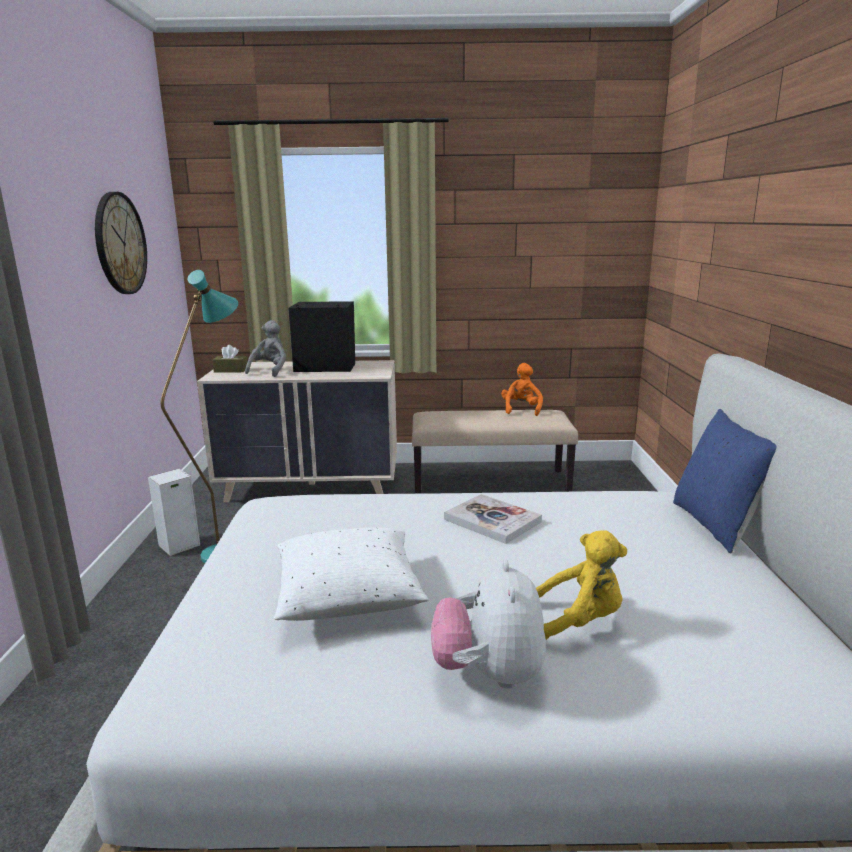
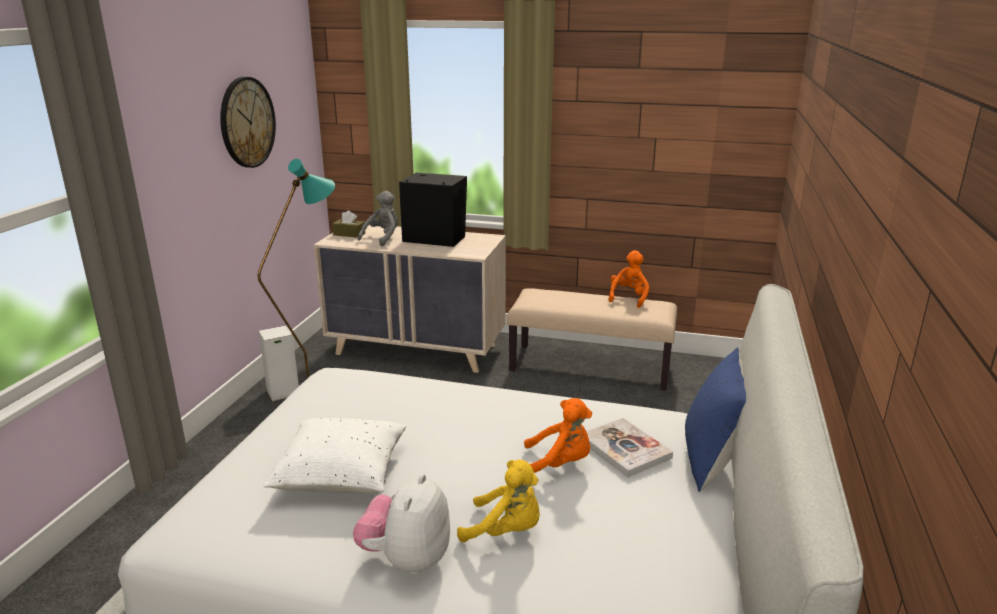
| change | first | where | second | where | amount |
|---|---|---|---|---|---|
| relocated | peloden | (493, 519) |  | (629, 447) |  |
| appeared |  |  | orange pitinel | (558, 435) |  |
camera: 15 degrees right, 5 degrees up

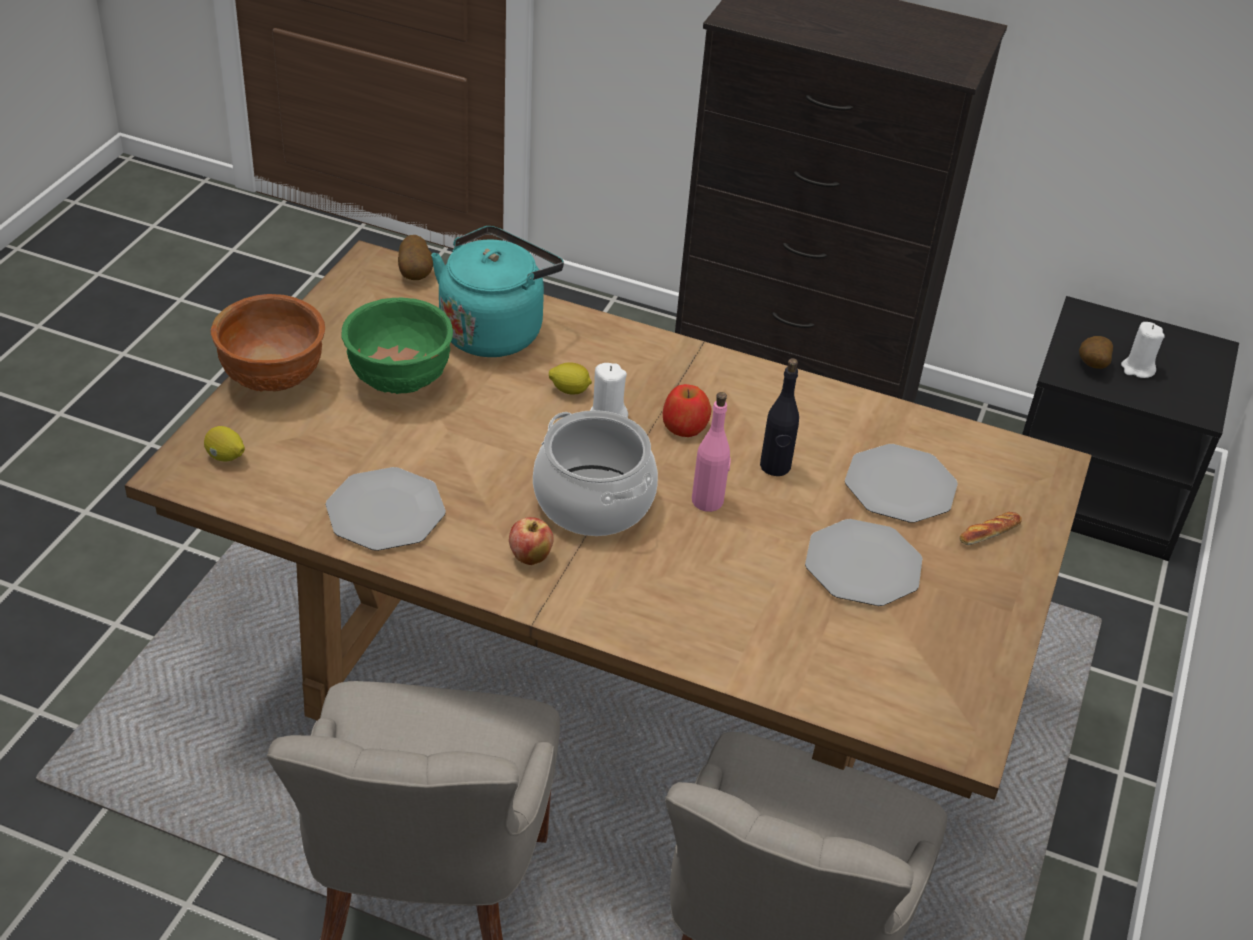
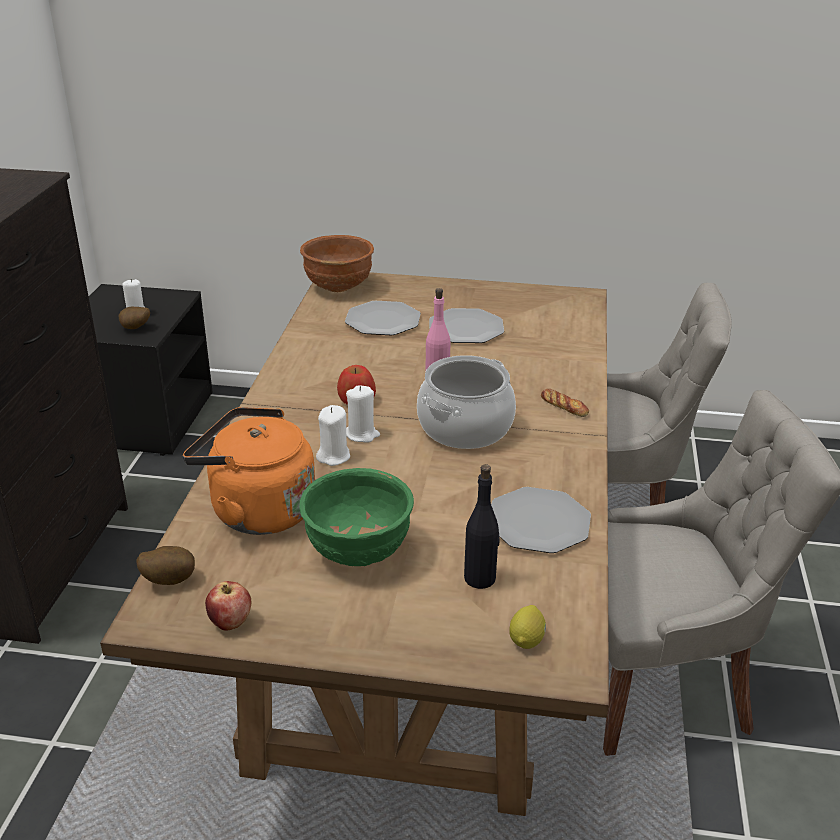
| change | first | where | second | where | amount |
|---|---|---|---|---|---|
| relocated | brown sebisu | (268, 343) |  | (337, 263) |  |
| colour | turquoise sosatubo | (497, 291) | orange sosatubo | (249, 471) |  |
| relocated | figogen | (531, 541) |  | (228, 606) |  |
| exchanged | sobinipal | (570, 378) | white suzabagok | (333, 435) |  |
| relocated | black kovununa | (779, 417) |  | (481, 526) |  |
| relocated | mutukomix | (991, 528) |  | (565, 403) |  |
camera: 100 degrees left, 10 degrees down

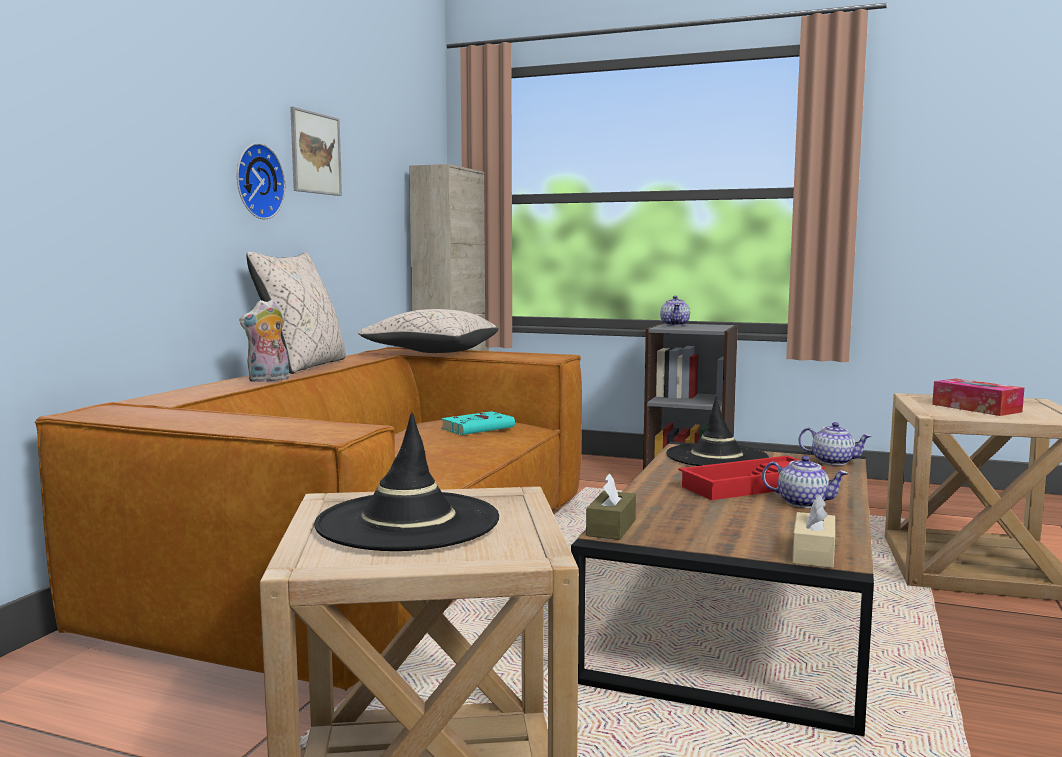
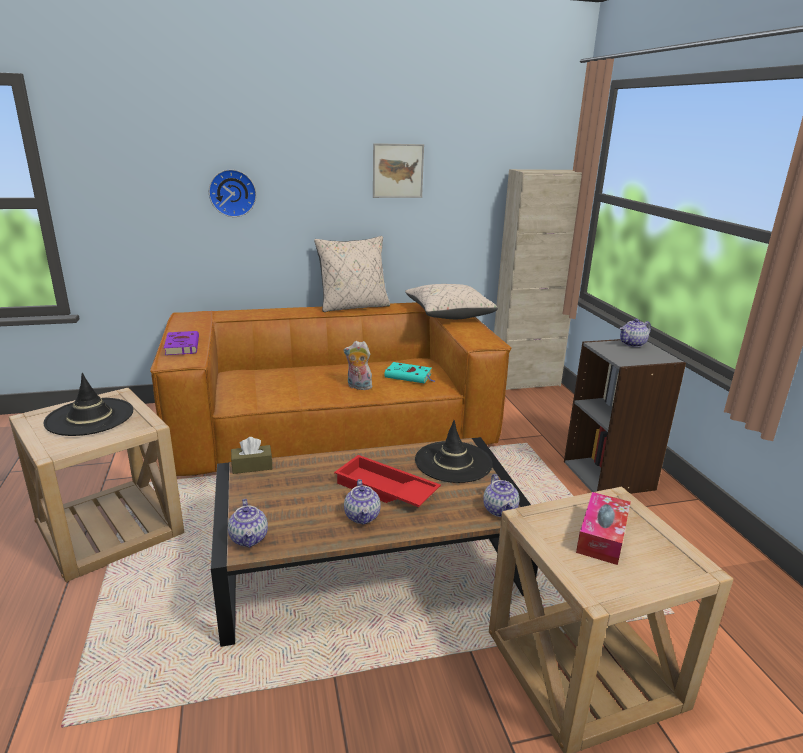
| change | first | where | second | where | amount |
|---|---|---|---|---|---|
| relocated | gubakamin | (261, 181) |  | (233, 193) |  |
| relocated | pitinel | (264, 340) |  | (359, 365) |  |
| exchanged | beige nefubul | (813, 531) | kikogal | (248, 523) |  |
| appeared |  |  | purple peloden | (181, 343) |  |
camera: 55 degrees right, 15 degrees up

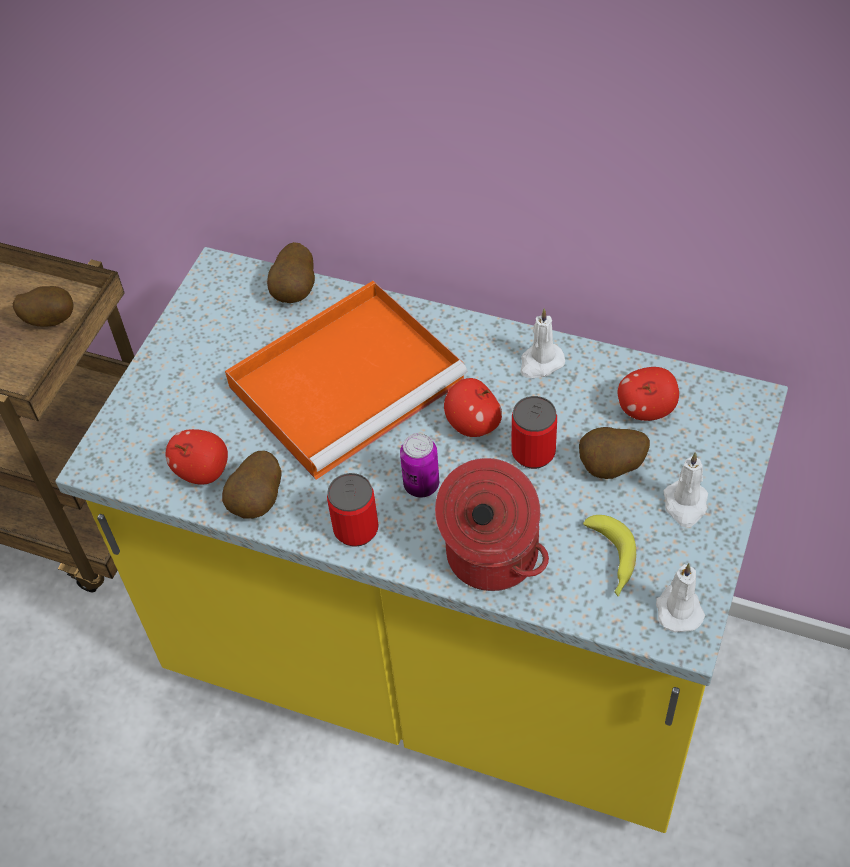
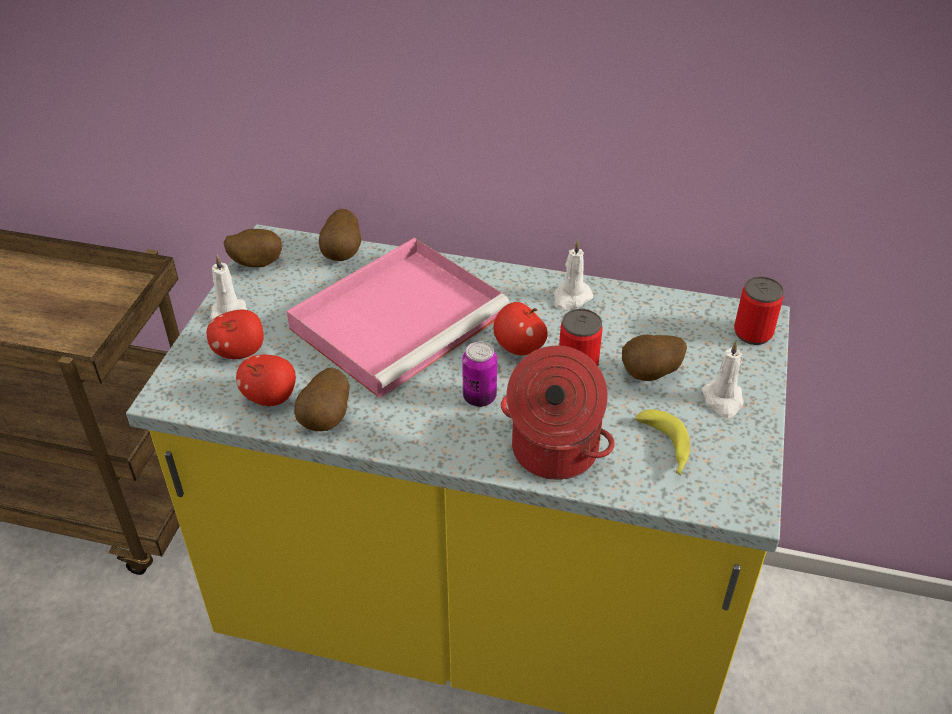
| change | first | where | second | where | amount |
|---|---|---|---|---|---|
| relocated | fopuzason | (42, 306) |  | (253, 248) |  |
| colour | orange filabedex | (346, 380) | pink filabedex | (398, 318) |  |
| relocated | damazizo | (353, 510) |  | (759, 311) |  |
| relocated | figogen | (648, 394) |  | (235, 334) |  |
| relocated | white suzabagok | (680, 597) |  | (228, 287) |  |
camera: 10 degrees left, 10 degrees down

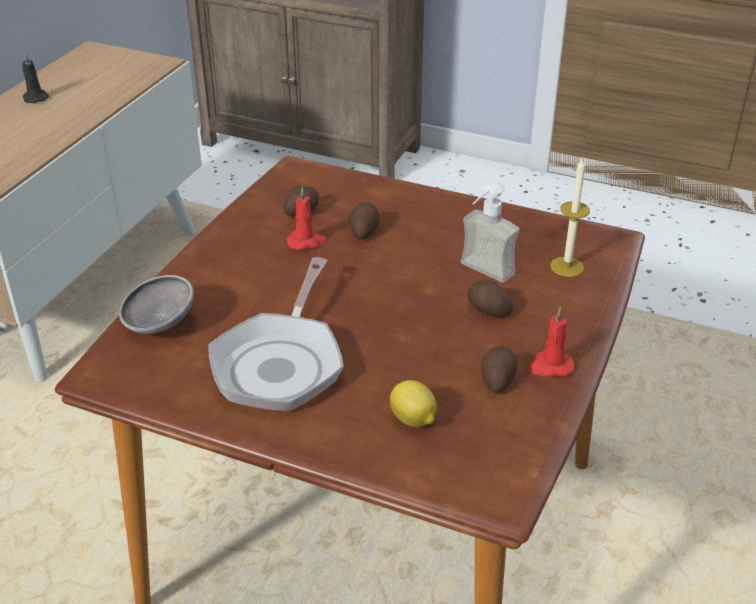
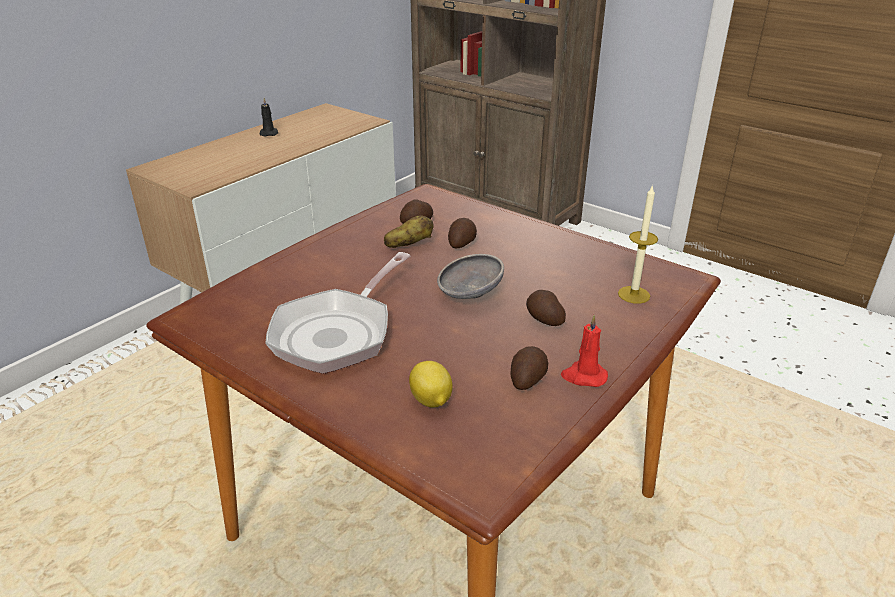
| change | first | where | second | where | amount |
|---|---|---|---|---|---|
| relocated | grey sebisu | (156, 304) |  | (470, 276) |  |
| exchanged | red suzabagok | (307, 218) | fopuzason | (409, 231) |  |
| missing | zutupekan | (490, 232) |  |  |  |
camera: 15 degrees right, 5 degrees down

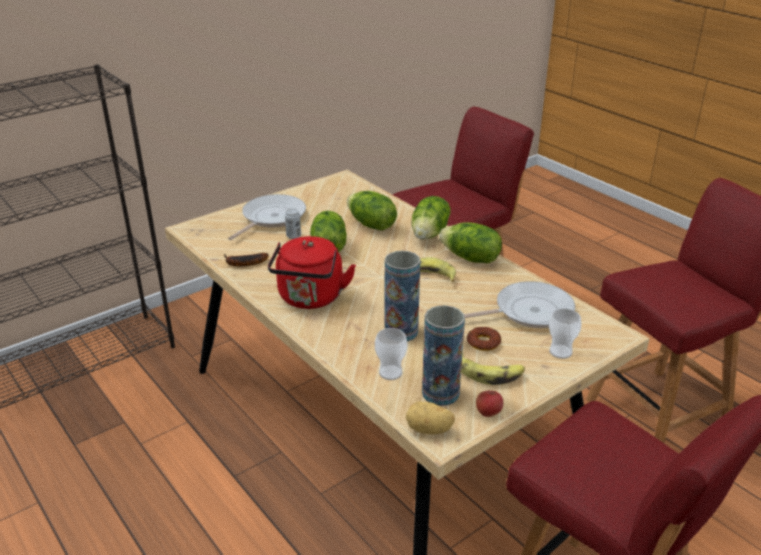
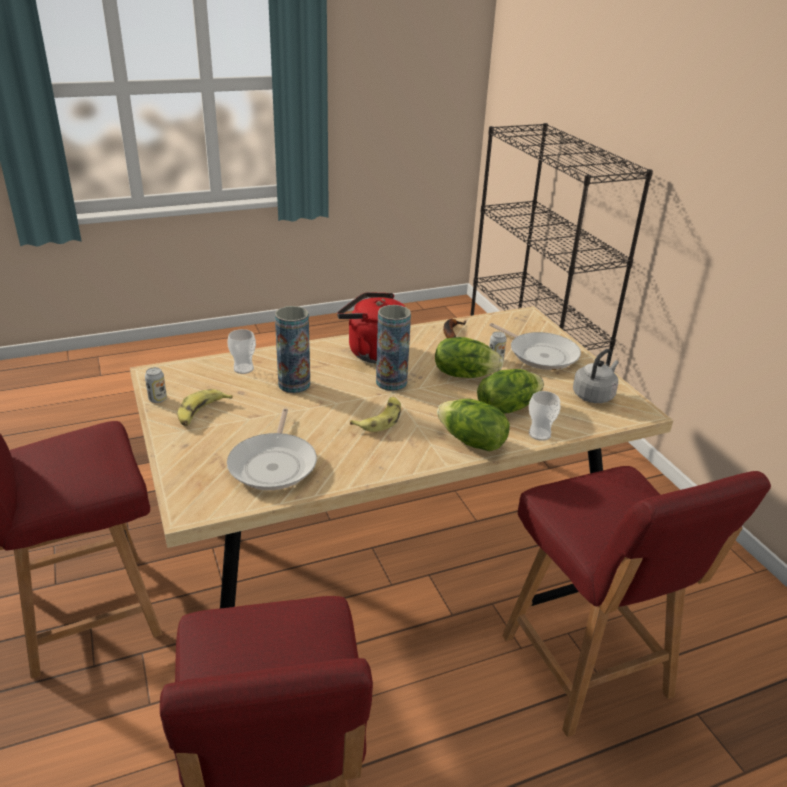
| change | first | where | second | where | amount |
|---|---|---|---|---|---|
| missing | fopuzason | (430, 418) |  |  |  |
| relocated | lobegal | (443, 355) |  | (393, 348) |  |
| missing | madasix | (470, 242) |  |  |  |
| missing | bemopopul | (484, 339) |  |  |  |
| exchanged | figogen | (489, 404) | damazizo | (156, 385) |  |
| relocated | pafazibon | (565, 333) |  | (545, 416) |  |
| appeared |  |  | grey sosatubo | (596, 376) |  |
camera: 105 degrees right, 0 degrees up

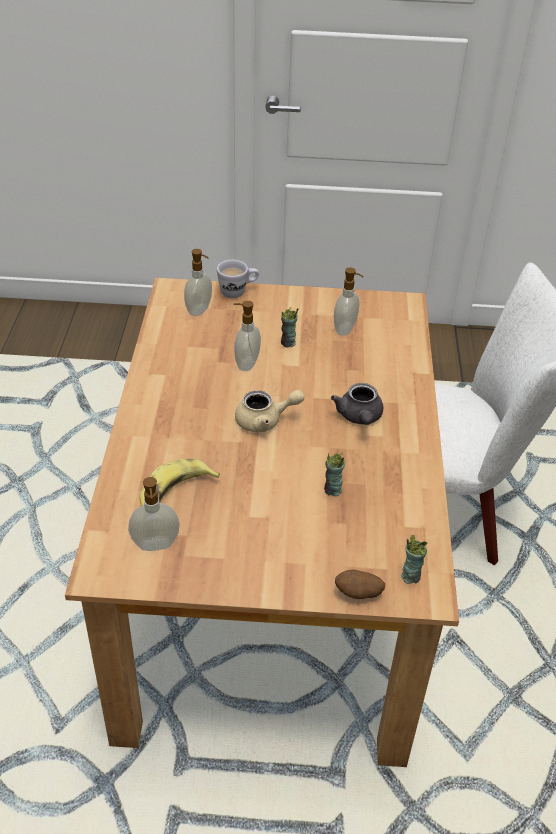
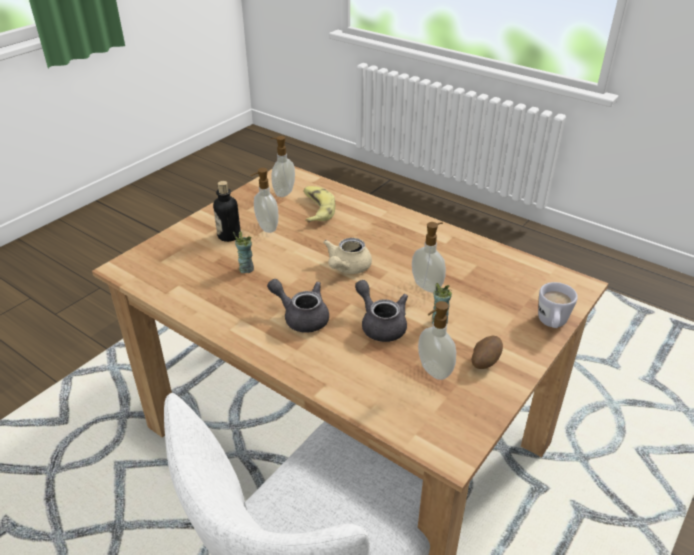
| change | first | where | second | where | amount |
|---|---|---|---|---|---|
| relocated | zutupekan | (198, 282) |  | (264, 200) |  |
| relocated | fopuzason | (360, 584) |  | (487, 352) |  |
| missing | pafazibon | (414, 559) |  |  |  |
| appeared |  |  | kovununa | (227, 211) |  |
| appeared |  |  | grey kikogal | (381, 311) |  |
camera: 125 degrees right, 5 degrees down

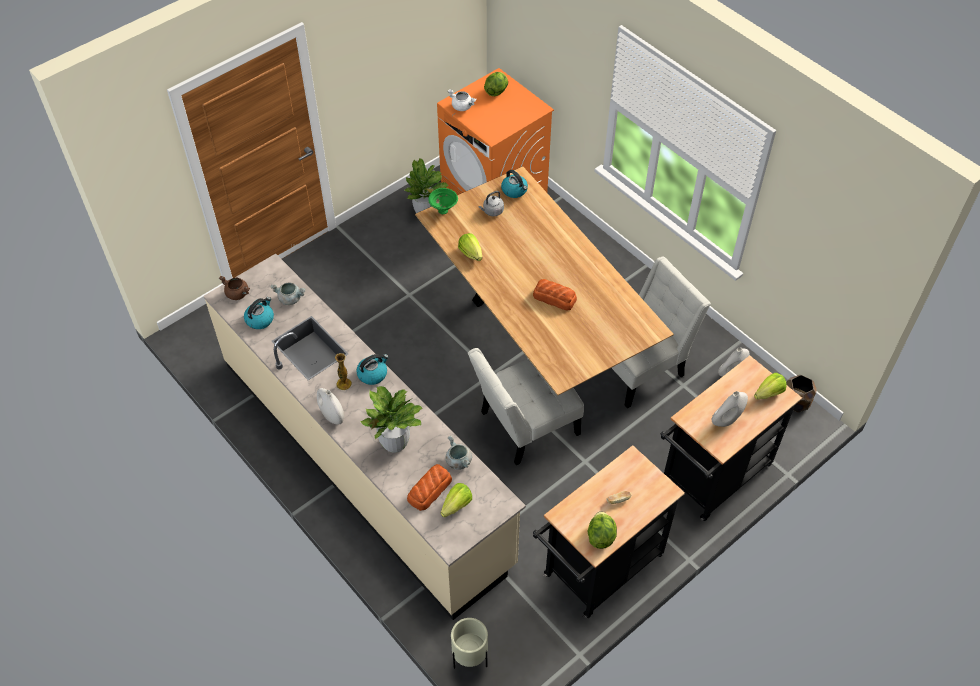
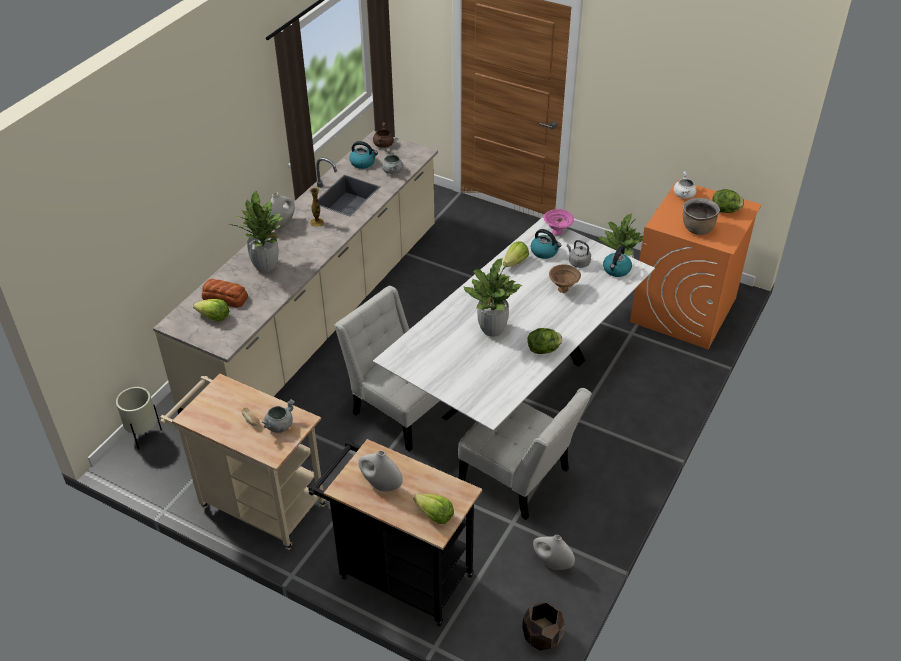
| change | first | where | second | where | amount |
|---|---|---|---|---|---|
| relocated | sosatubo | (372, 369) |  | (546, 244) |  |
| colour | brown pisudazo | (544, 280) | white pisudazo | (514, 324) |  |
| colour | green sebisu | (443, 201) | pink sebisu | (558, 222) |  |
| relocated | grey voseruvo | (458, 452) |  | (278, 416) |  |
| exchanged | mutukomix | (555, 295) | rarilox | (493, 297) |  |
| colour | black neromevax | (609, 531) | beige neromevax | (243, 461) |  |
| relocated | madasix | (602, 530) |  | (545, 341) |  |
| appeared |  |  | brown sebisu | (565, 278) |  |
| appeared |  |  | brown voseruvo | (701, 216) |  |
camera: 70 degrees right, 10 degrees down

